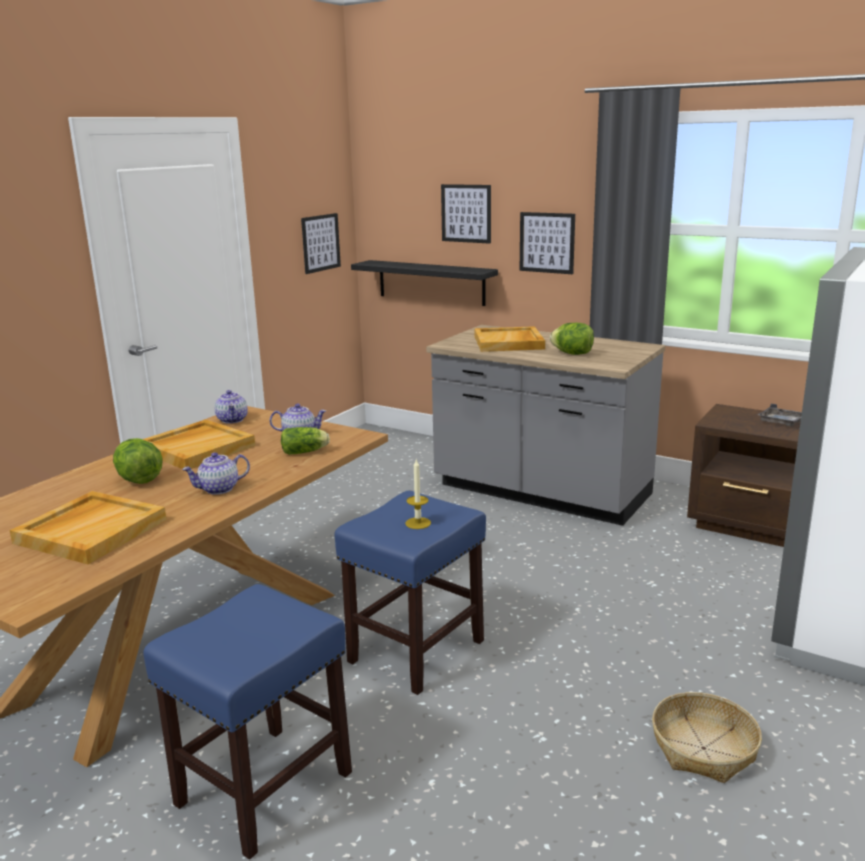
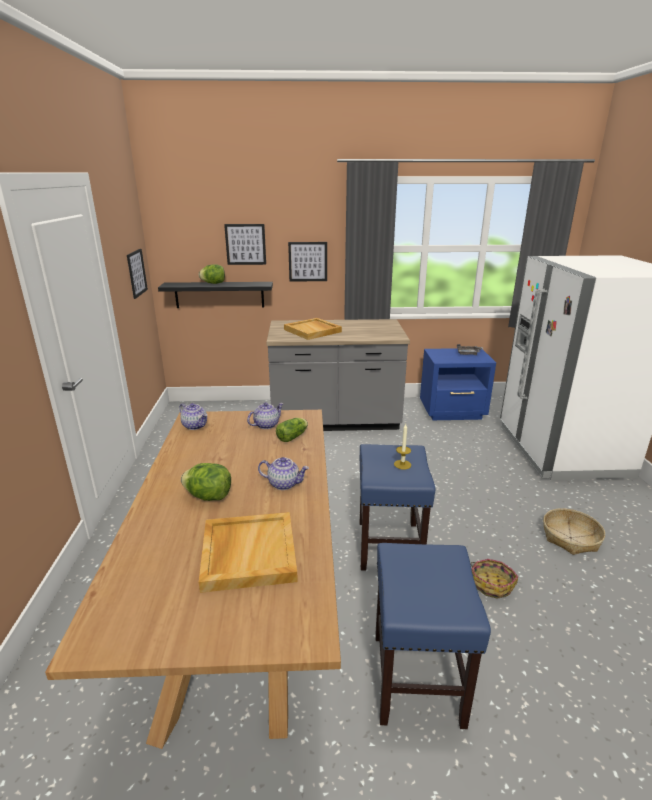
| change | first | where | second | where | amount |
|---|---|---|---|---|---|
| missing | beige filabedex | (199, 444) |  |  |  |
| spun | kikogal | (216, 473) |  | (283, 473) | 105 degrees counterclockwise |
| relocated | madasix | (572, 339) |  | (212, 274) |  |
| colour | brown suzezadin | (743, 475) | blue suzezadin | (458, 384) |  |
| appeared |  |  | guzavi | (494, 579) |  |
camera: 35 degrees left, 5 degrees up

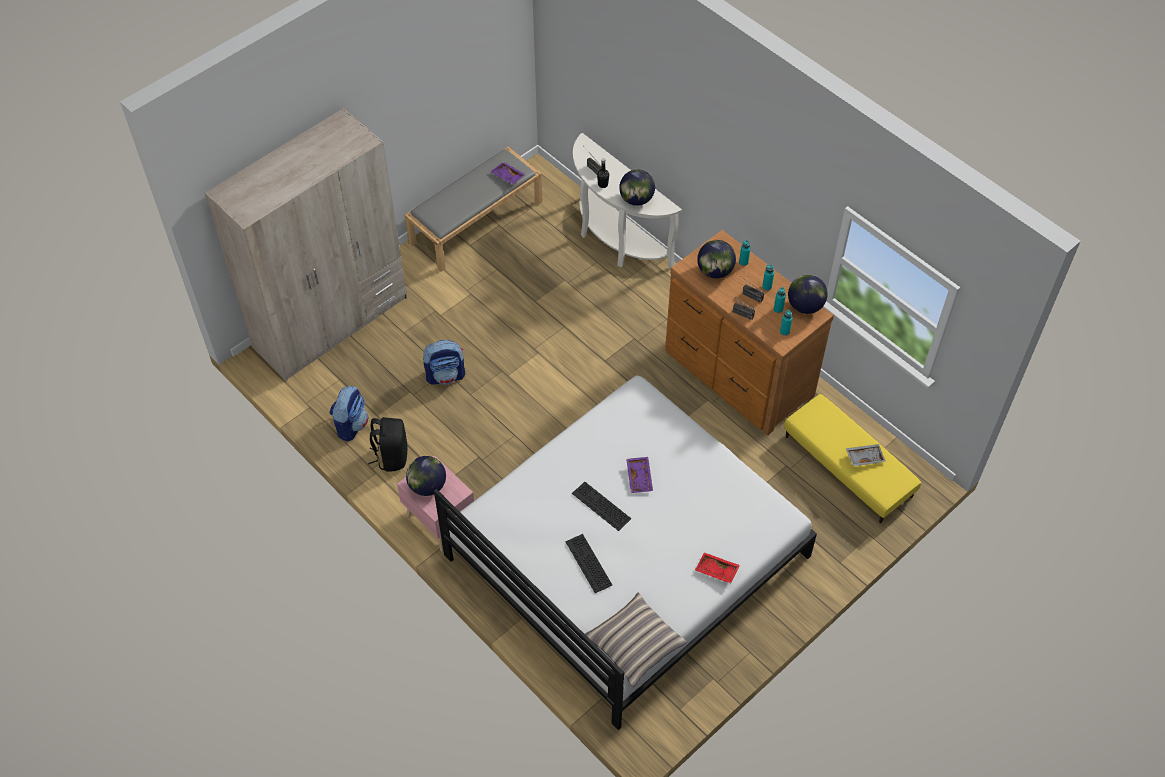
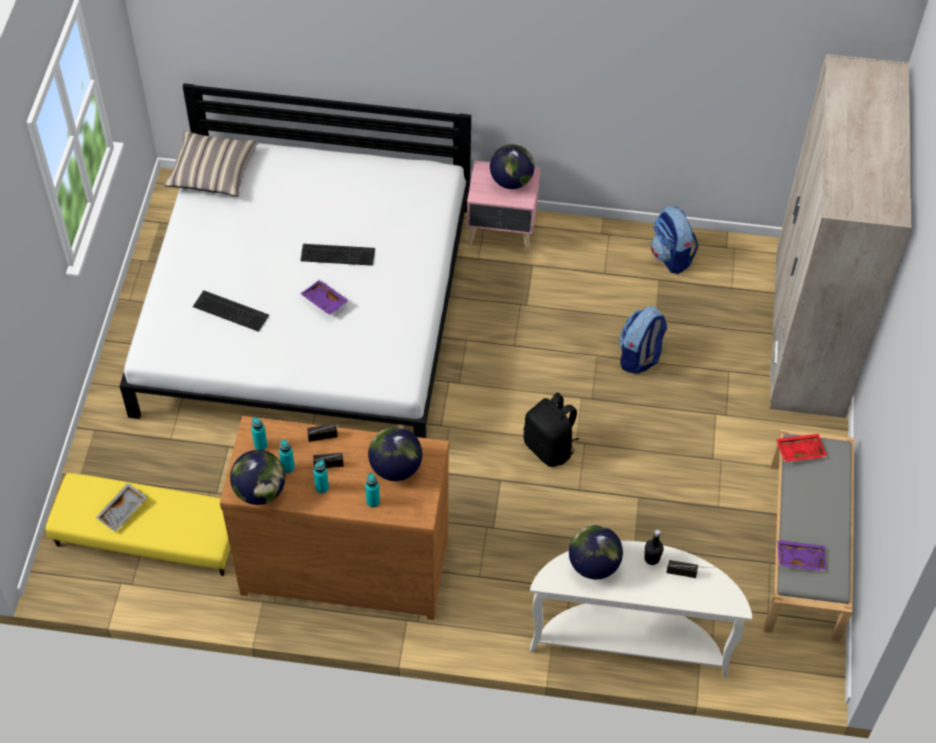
| change | first | where | second | where | amount |
|---|---|---|---|---|---|
| relocated | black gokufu | (388, 444) |  | (551, 429) |  |
| relocated | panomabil | (588, 563) |  | (231, 311) |  |
| relocated | red filabedex | (717, 567) |  | (801, 448) |  |
camera: 140 degrees right, 0 degrees up

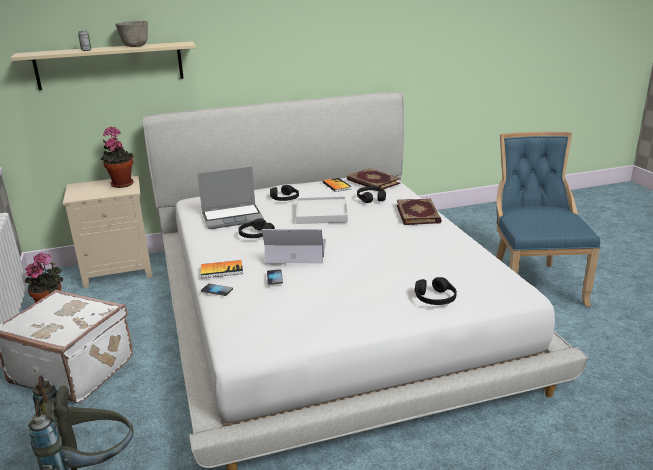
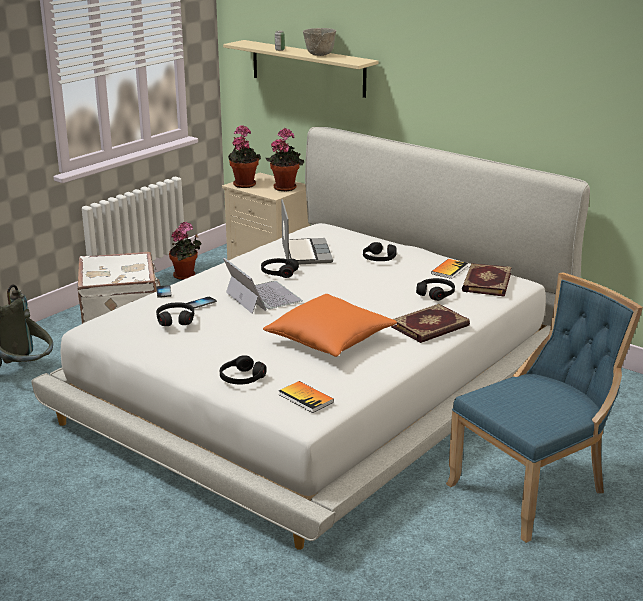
| change | first | where | second | where | amount |
|---|---|---|---|---|---|
| spun | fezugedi | (230, 198) |  | (307, 231) | 135 degrees counterclockwise |
| relocated | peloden | (222, 269) |  | (306, 397) |  |
| missing | white filabedex | (322, 210) |  |  |  |
| appeared |  |  | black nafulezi | (175, 314) |  |
| appeared |  |  | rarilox | (244, 156) |  |
| appeared |  |  | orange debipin | (330, 325) |  |
camera: 55 degrees right, 0 degrees up

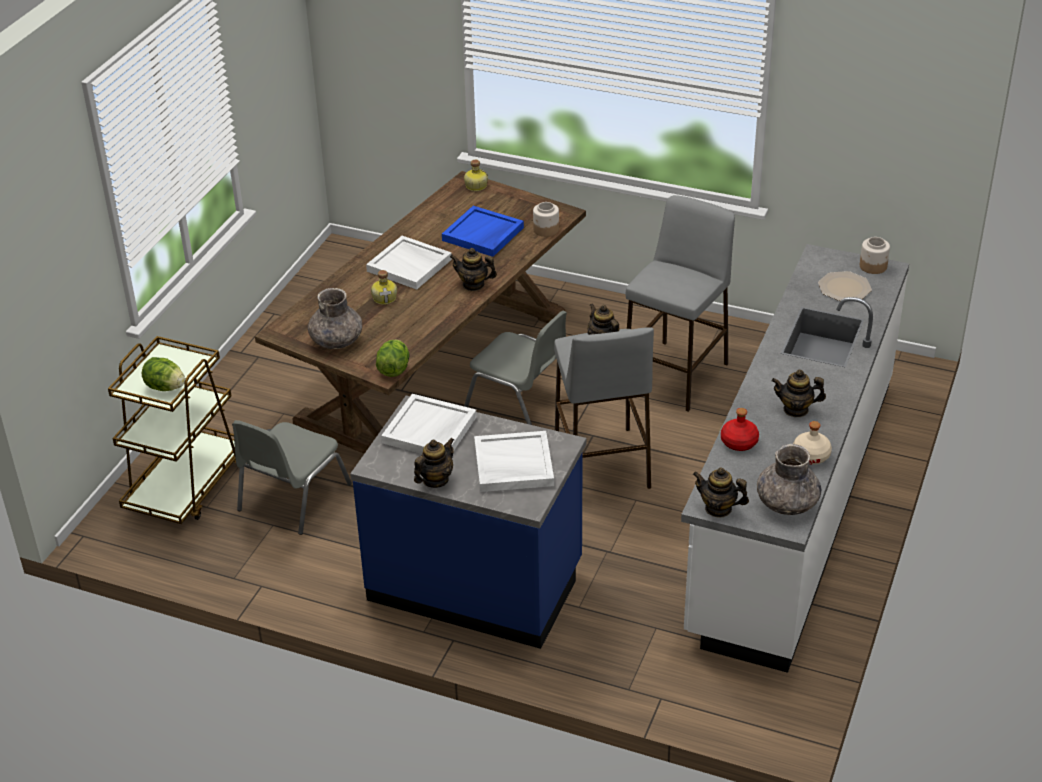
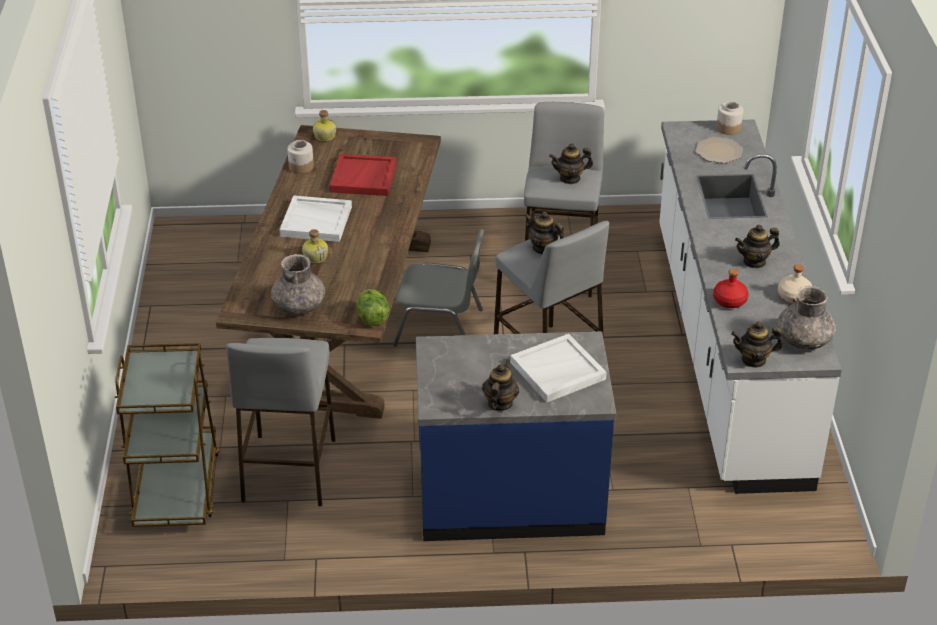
| change | first | where | second | where | amount |
|---|---|---|---|---|---|
| missing | madasix | (163, 374) |  |  |  |
| exchanged | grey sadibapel | (292, 477) | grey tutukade | (281, 422) |  |
| missing | white filabedex | (429, 424) |  |  |  |
| colour | blue filabedex | (483, 231) | red filabedex | (363, 175) |  |
| relocated | kikogal | (473, 269) |  | (571, 163) |  |
| relocated | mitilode | (546, 219) |  | (300, 157) |  |
camera: 25 degrees left, 0 degrees up

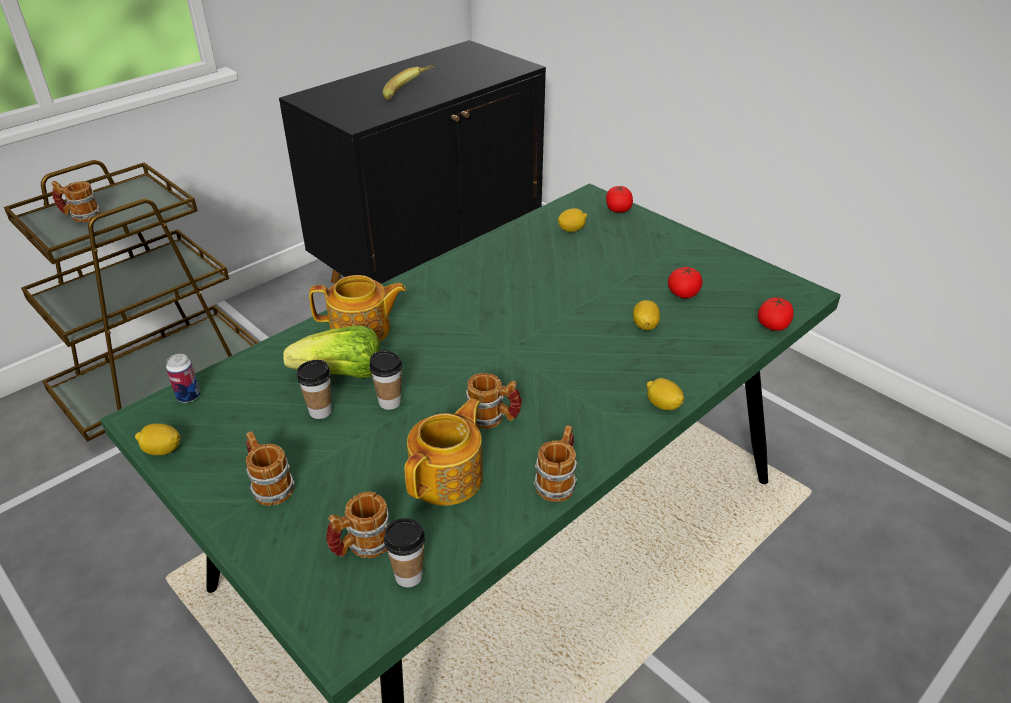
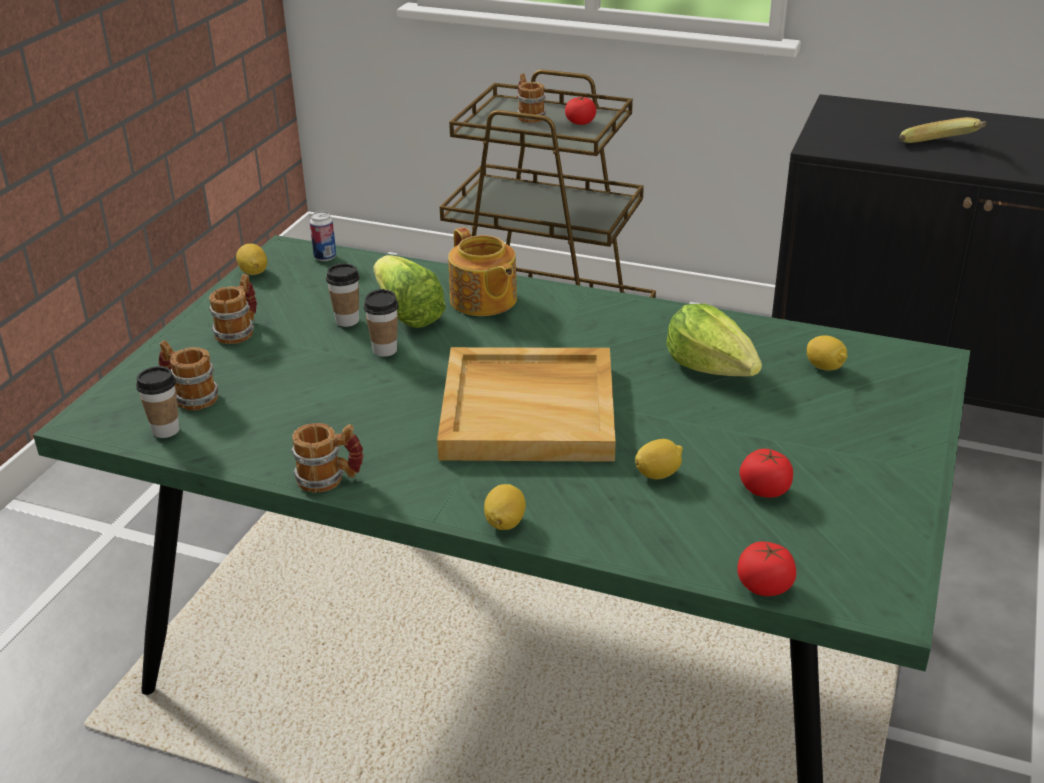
| change | first | where | second | where | amount |
|---|---|---|---|---|---|
| missing | kikogal | (443, 452) |  |  |  |
| missing | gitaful | (494, 401) |  |  |  |
| relocated | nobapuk | (619, 199) |  | (580, 111) |  |
| appeared |  |  | beige filabedex | (526, 404) |  |
| appeared |  |  | madasix | (714, 340) |  |
camera: 65 degrees right, 5 degrees down

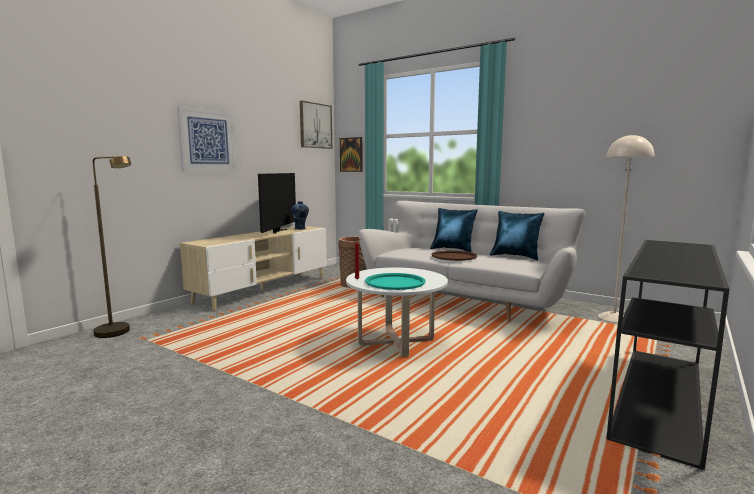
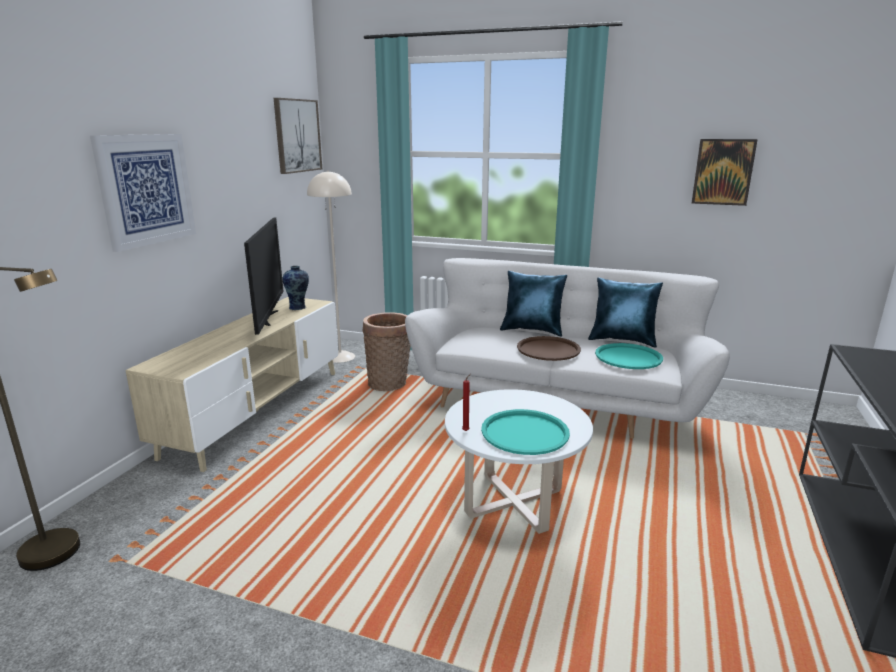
| change | first | where | second | where | amount |
|---|---|---|---|---|---|
| relocated | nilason | (351, 154) |  | (725, 172) |  |
| relocated | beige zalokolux | (626, 228) |  | (331, 266) |  |
| appeared |  |  | turquoise filabedex | (629, 356) |  |
camera: 15 degrees left, 10 degrees up

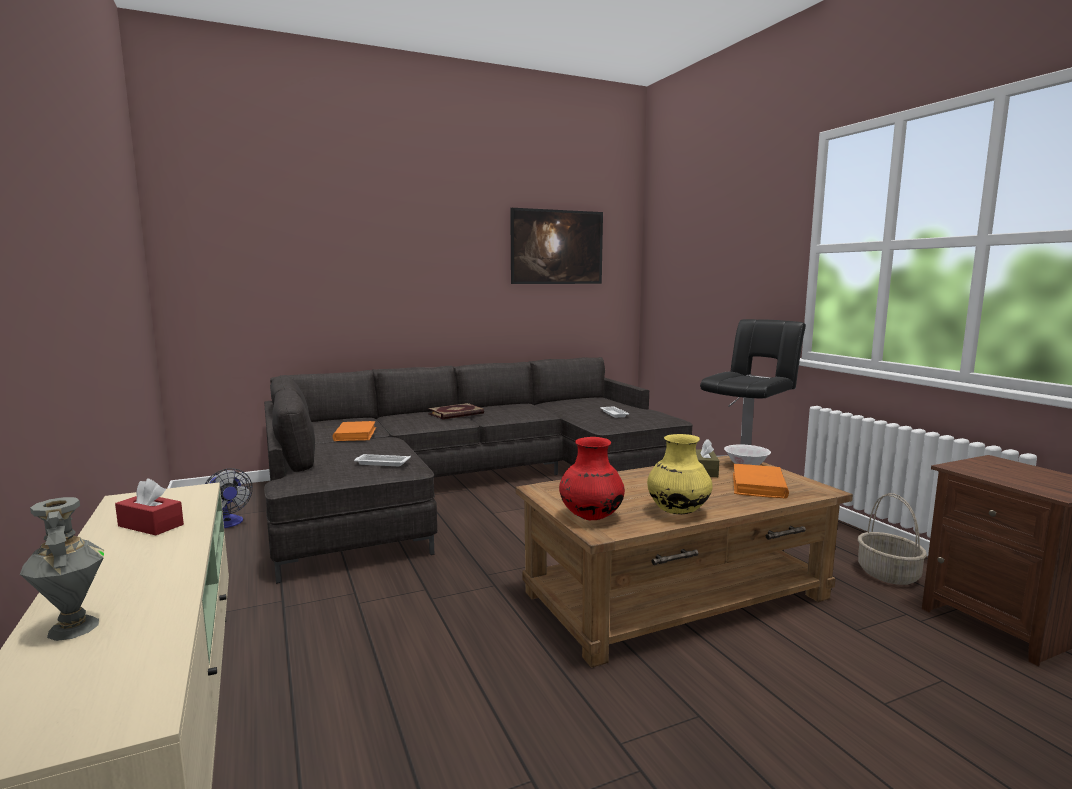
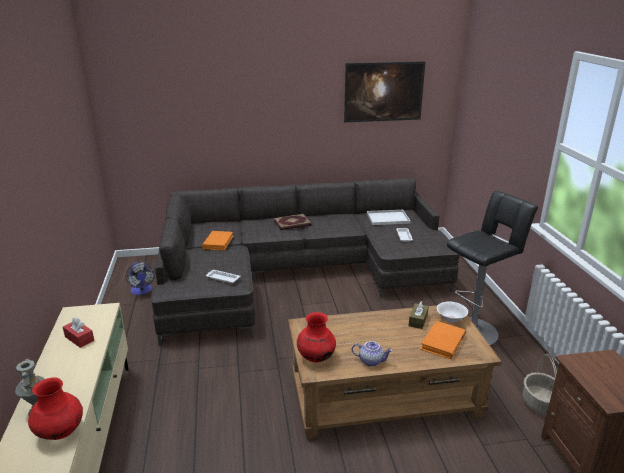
| change | first | where | second | where | amount |
|---|---|---|---|---|---|
| exchanged | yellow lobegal | (680, 474) | kikogal | (372, 354) |  |
| appeared |  |  | red lobegal | (55, 408) |  |
| appeared |  |  | white filabedex | (389, 217) |  |
camera: 15 degrees right, 15 degrees up

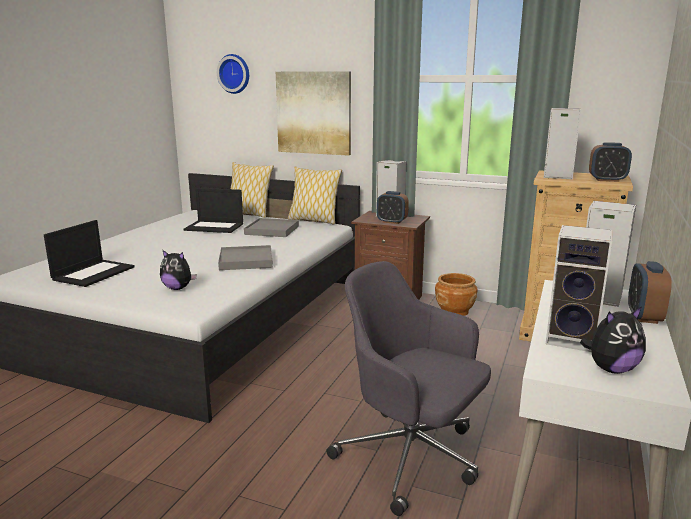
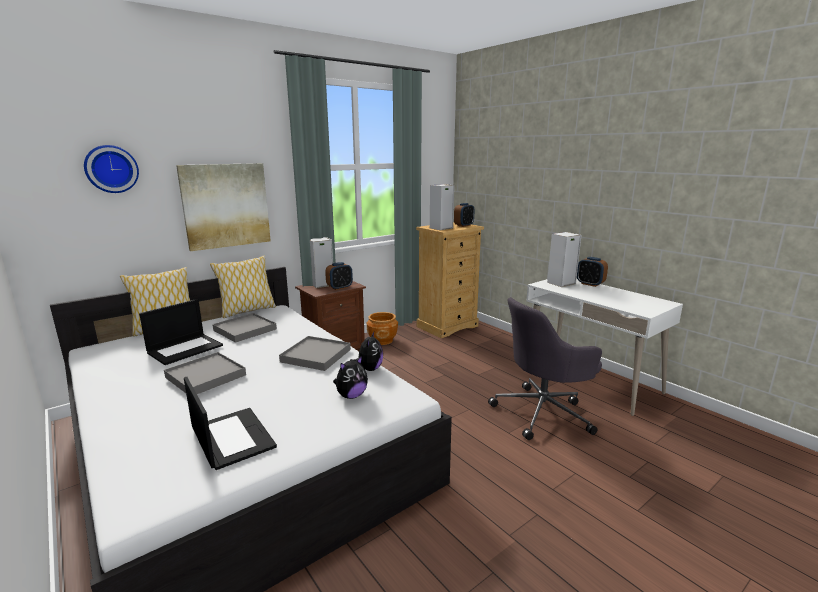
| change | first | where | second | where | amount |
|---|---|---|---|---|---|
| missing | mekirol | (579, 288) |  |  |  |
| relocated | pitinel | (613, 340) |  | (366, 351) |  |
| appeared |  |  | grey filabedex | (205, 373) |  |
camera: 60 degrees left, 0 degrees up

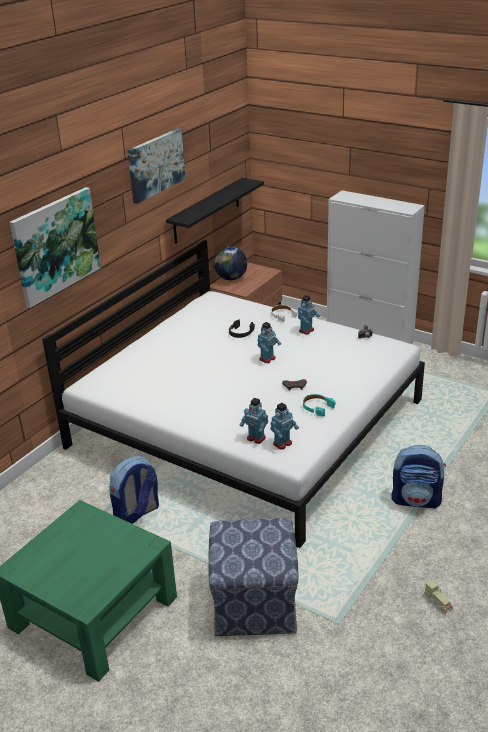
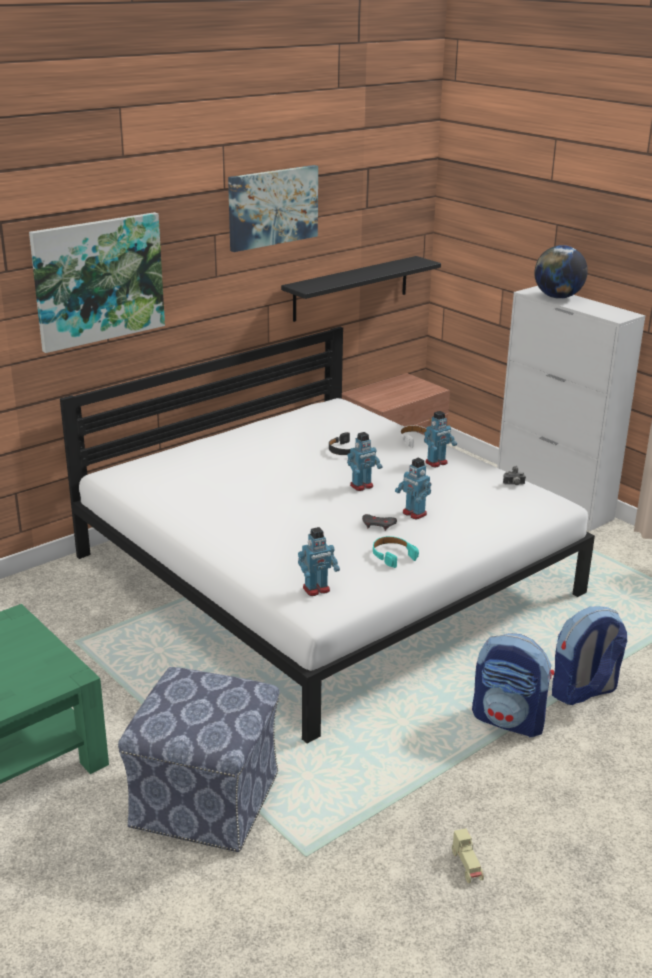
| change | first | where | second | where | amount |
|---|---|---|---|---|---|
| relocated | gokufu | (134, 490) |  | (589, 655) |  |
| relocated | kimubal | (230, 263) |  | (561, 272) |  |
| relocated | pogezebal | (254, 421) |  | (413, 488) |  |
camera: 15 degrees right, 5 degrees down

